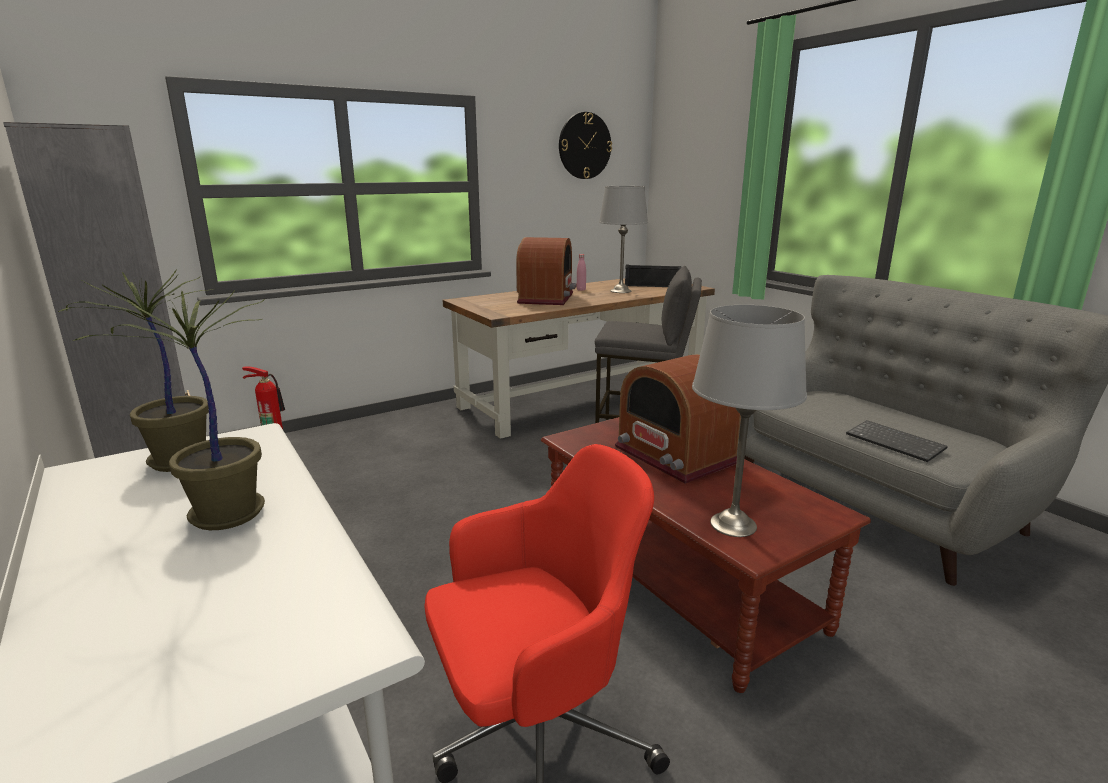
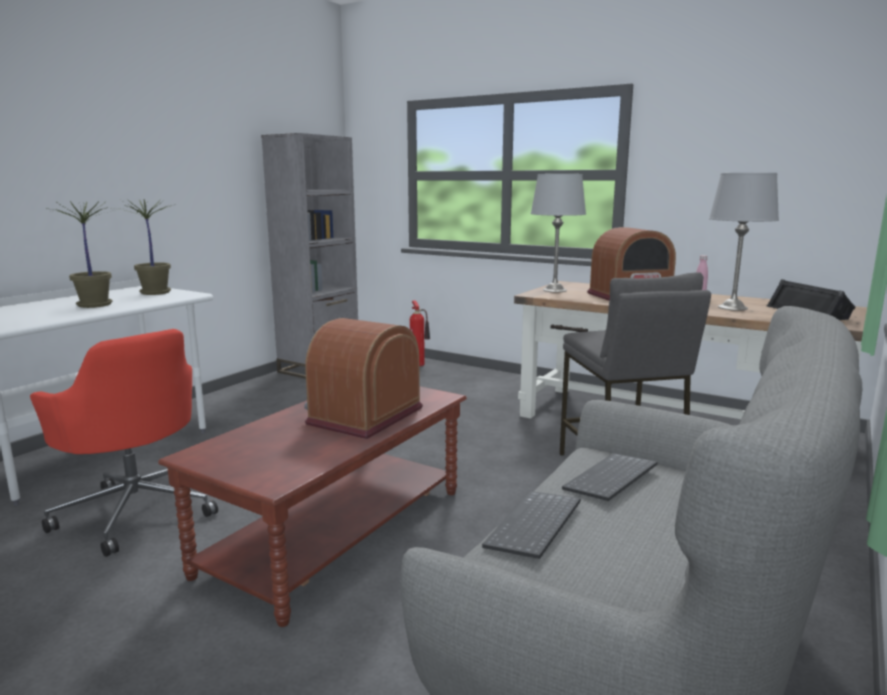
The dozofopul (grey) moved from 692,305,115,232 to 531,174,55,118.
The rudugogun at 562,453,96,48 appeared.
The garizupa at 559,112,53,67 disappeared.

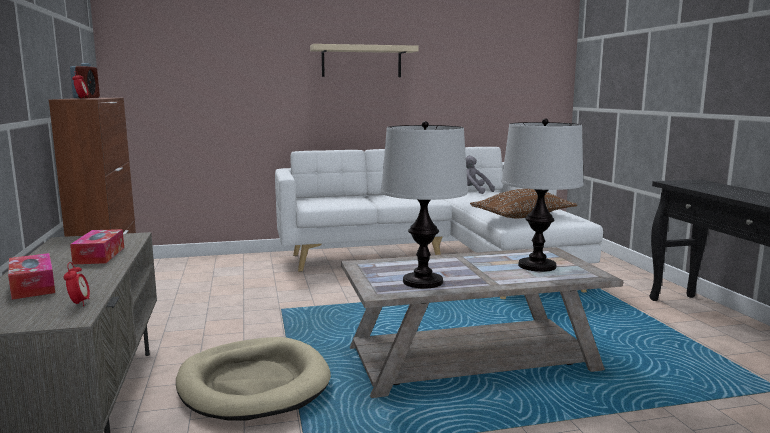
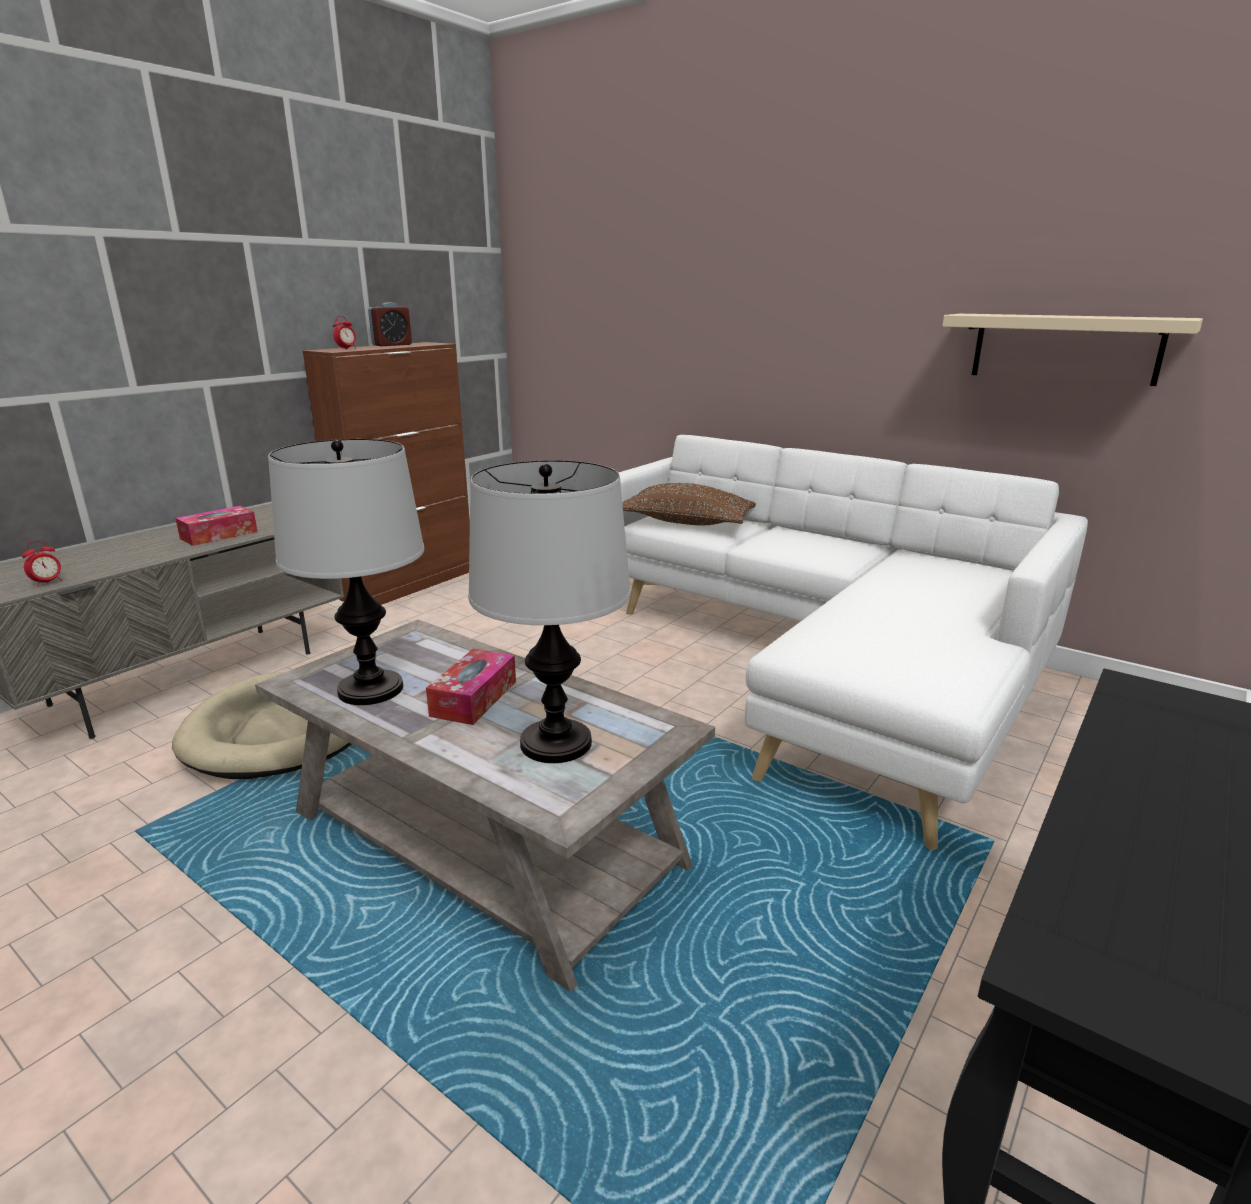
The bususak moved from 8,253,47,47 to 426,649,90,76.
The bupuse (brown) moved from 470,189,107,29 to 622,483,134,42.
The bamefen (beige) moved from 310,44,109,33 to 942,314,261,72.
The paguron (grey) at 466,156,29,38 disappeared.

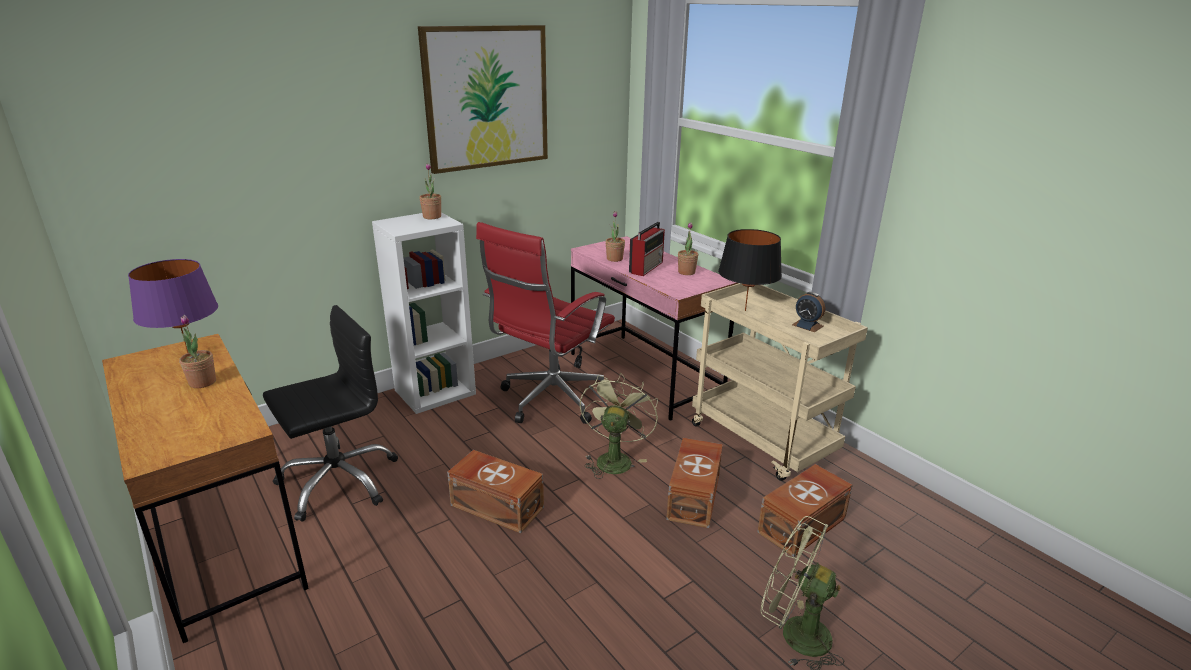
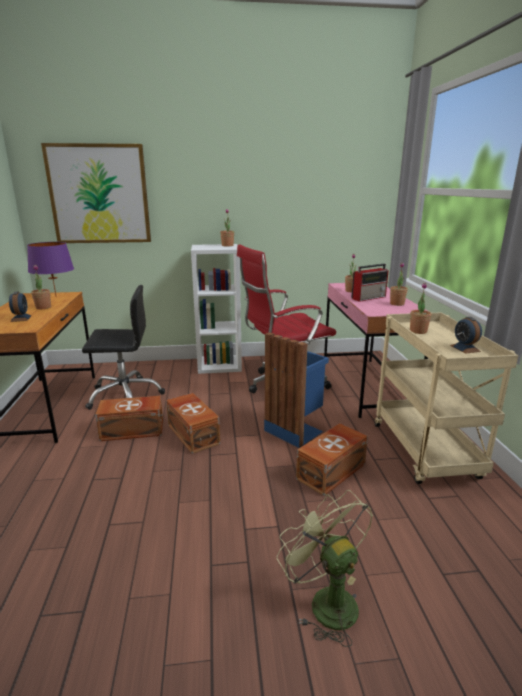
The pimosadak at 9,292,23,30 appeared.
The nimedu moved from 418,25,130,149 to 41,143,110,100.
The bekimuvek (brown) moved from 757,464,96,93 to 95,396,68,45.
The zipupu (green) at 580,373,78,106 was replaced by the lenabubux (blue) at 264,332,65,116.
The dozofopul (black) at 718,229,64,82 was replaced by the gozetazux at 410,283,22,51.

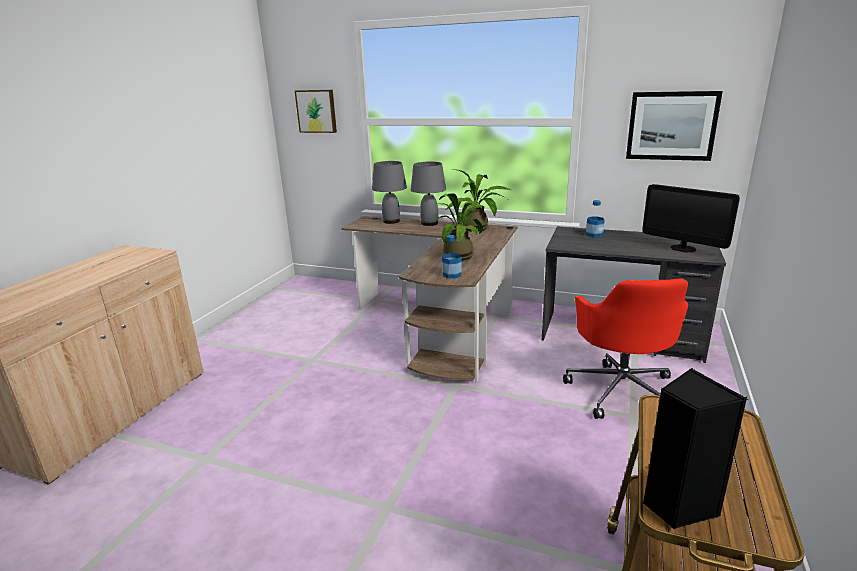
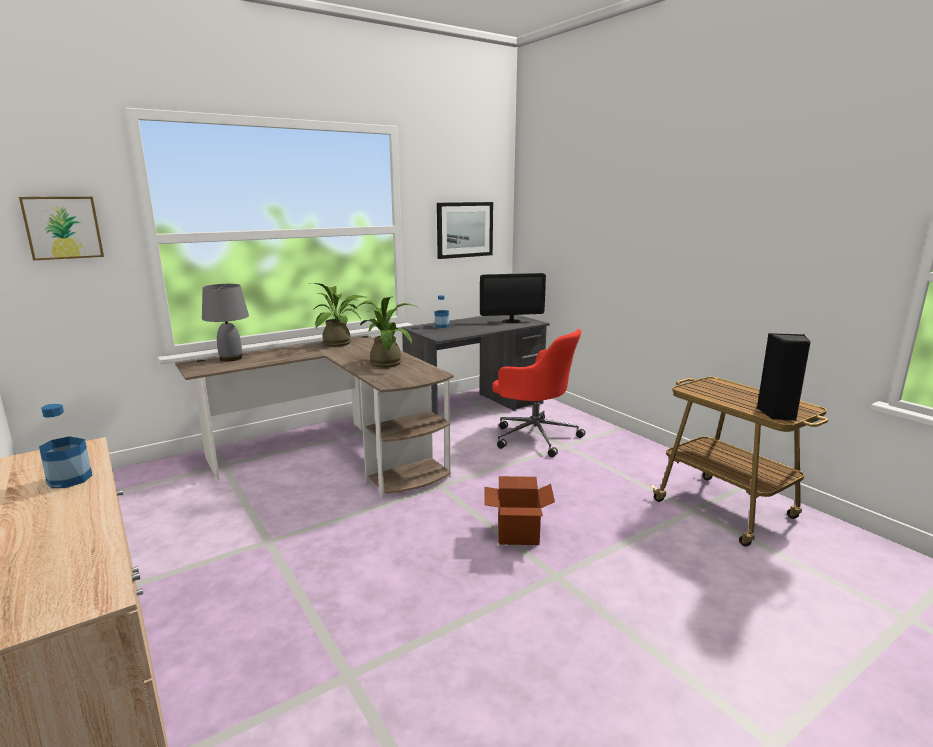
The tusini moved from 442,235,20,43 to 39,403,53,85.
The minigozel at 484,476,71,69 appeared.
The dozofopul (grey) at 411,162,35,64 disappeared.

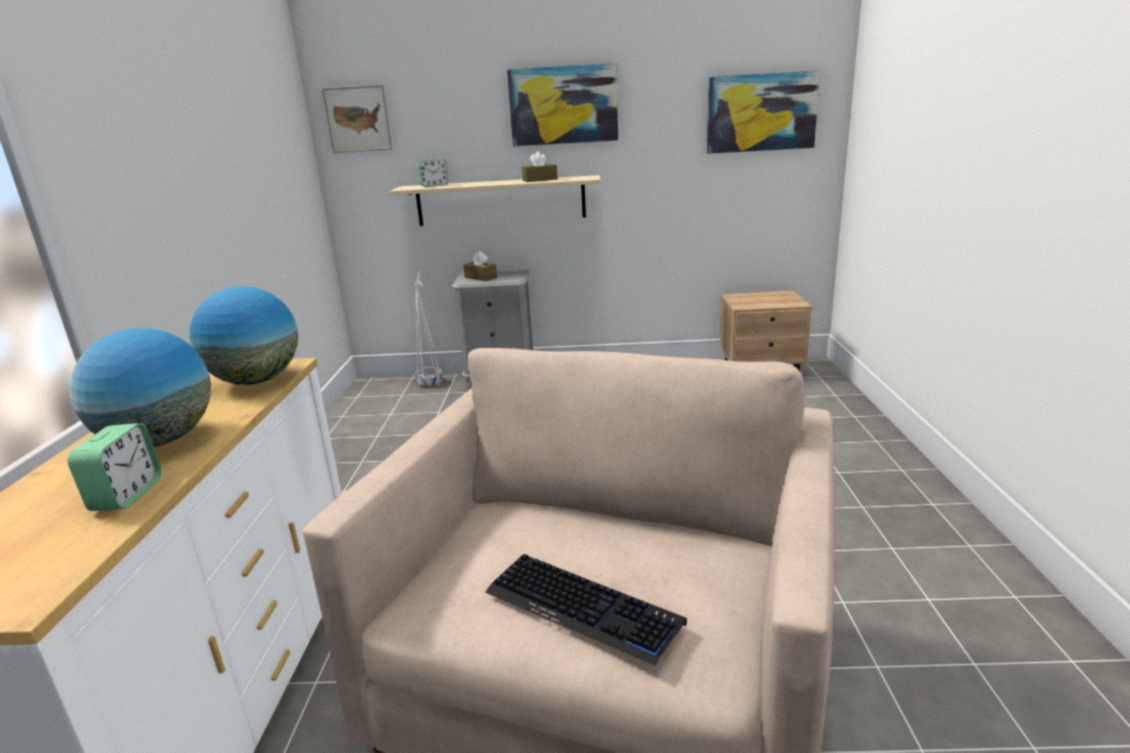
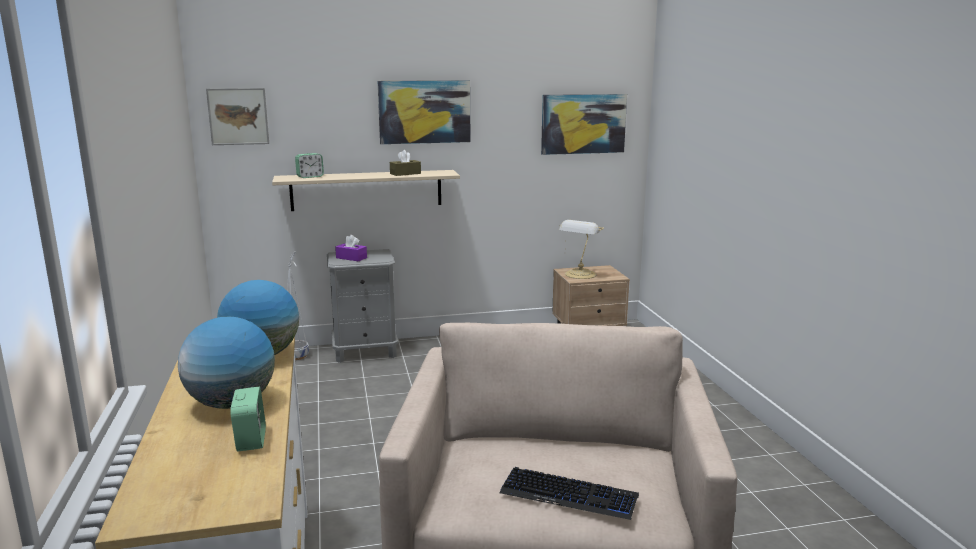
The bususak (brown) at 463,251,34,30 became the bususak (purple) at 335,235,32,26.
The dozofopul at 559,220,45,59 appeared.

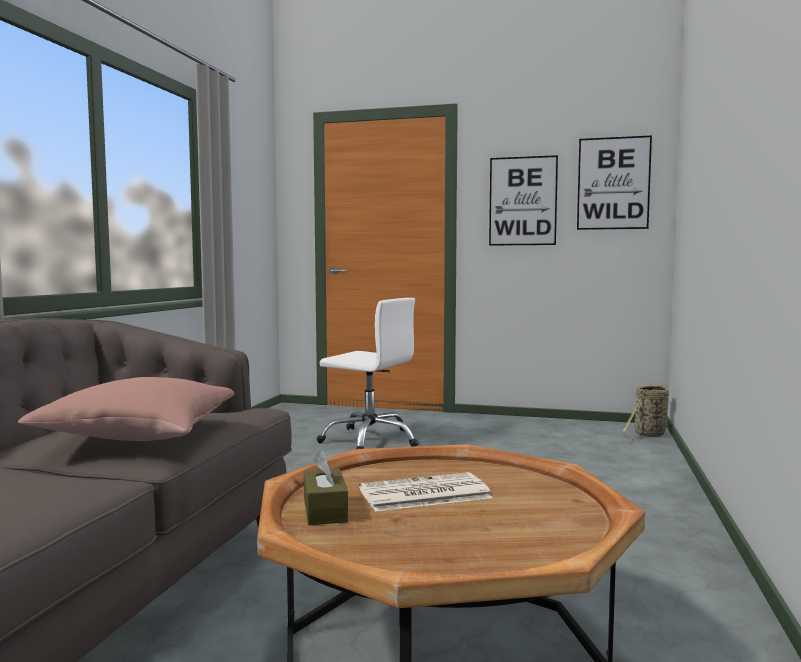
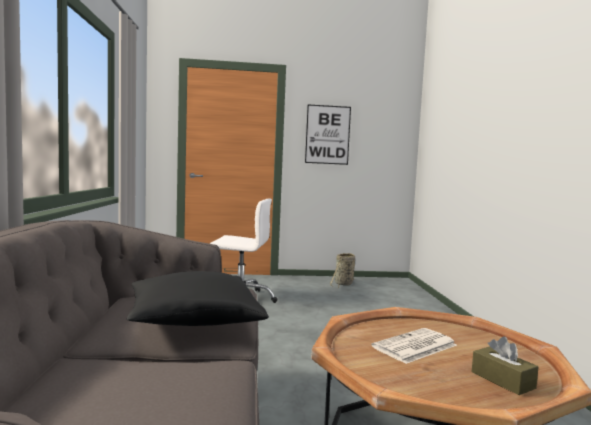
The bupuse (pink) at 18,377,216,64 became the bupuse (black) at 127,271,142,55.
The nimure moved from 622,385,48,55 to 330,253,25,36.
The bususak (brown) moved from 304,450,44,75 to 472,337,67,58.
The nimedu at 577,135,75,95 disappeared.

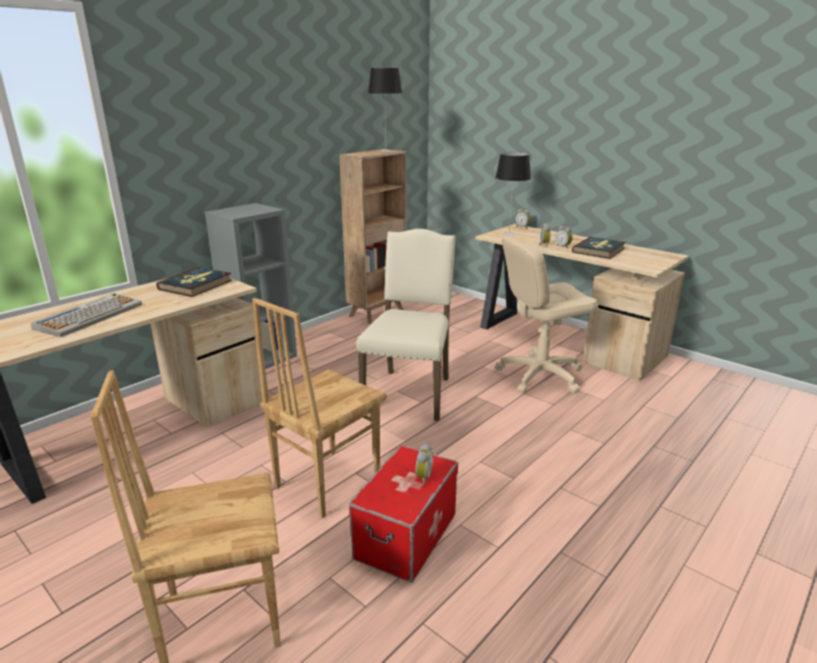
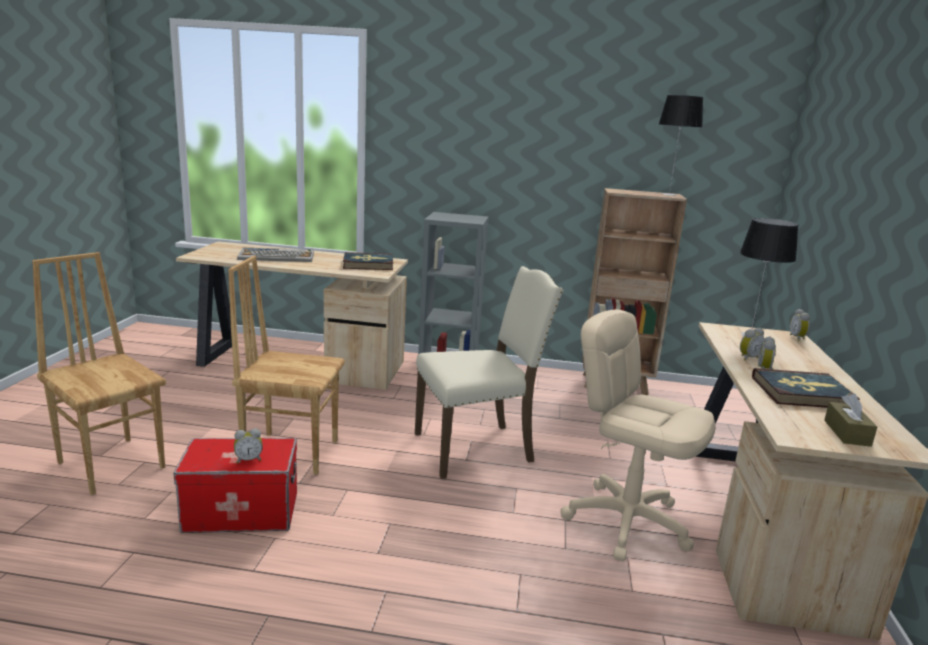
The bususak (brown) at 824,394,53,53 appeared.

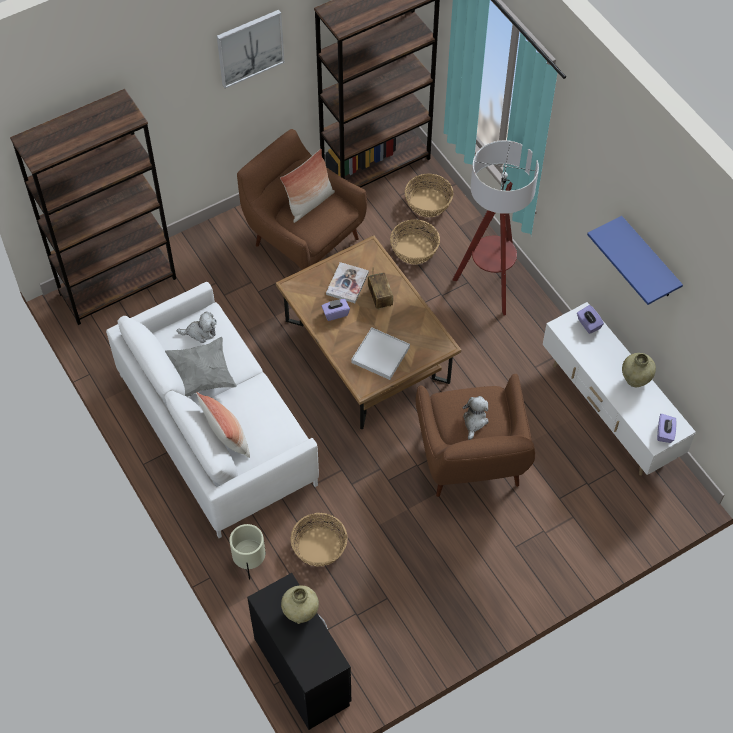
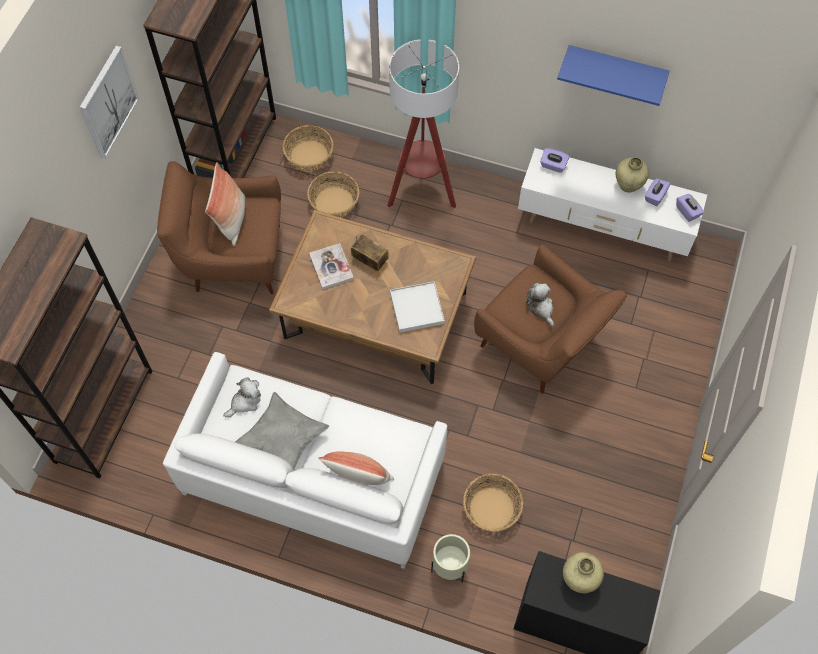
The bususak (purple) moved from 322,299,28,22 to 645,178,26,28.

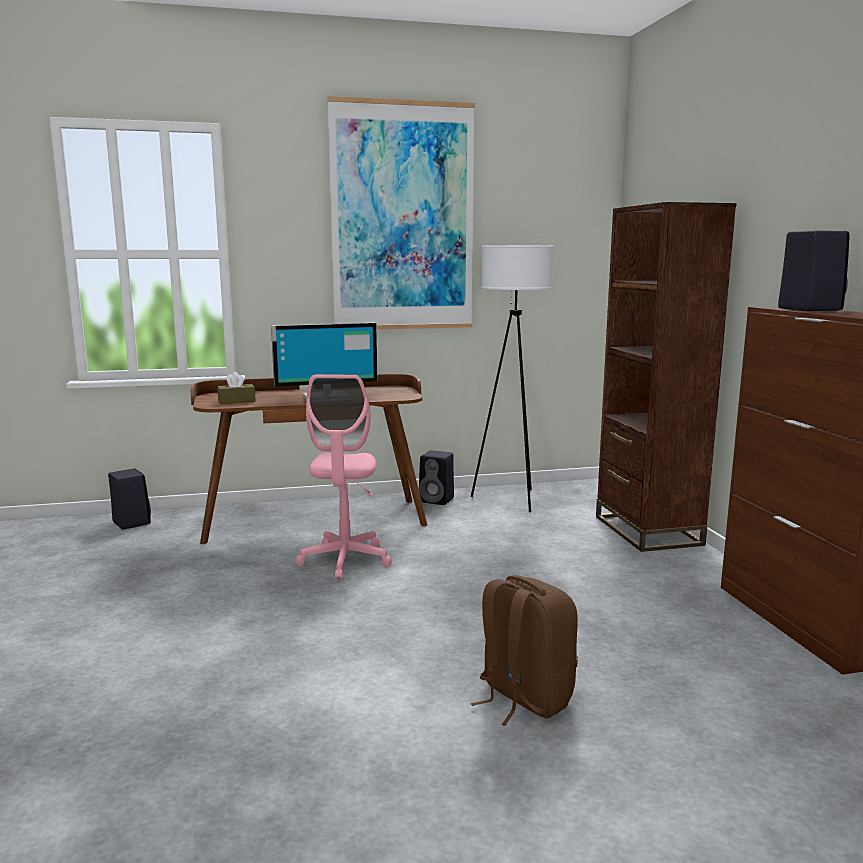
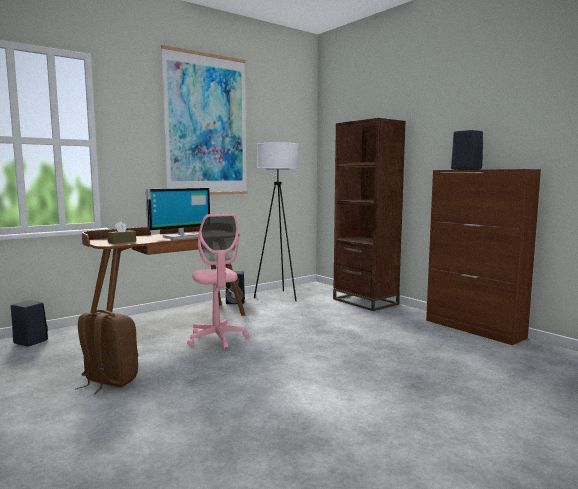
The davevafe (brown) moved from 471,575,107,151 to 75,310,63,84.

